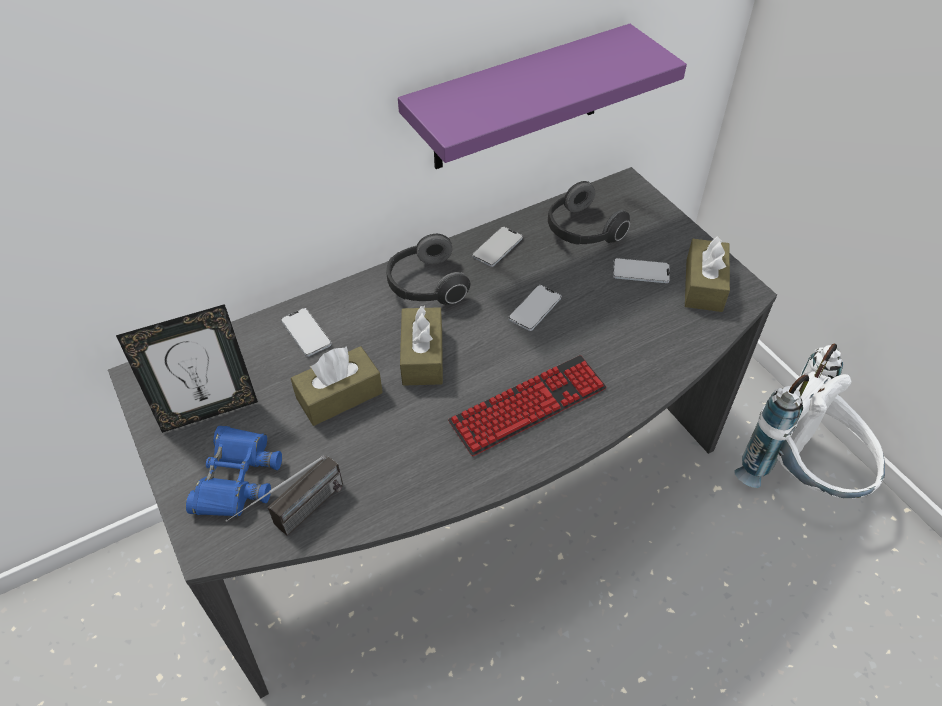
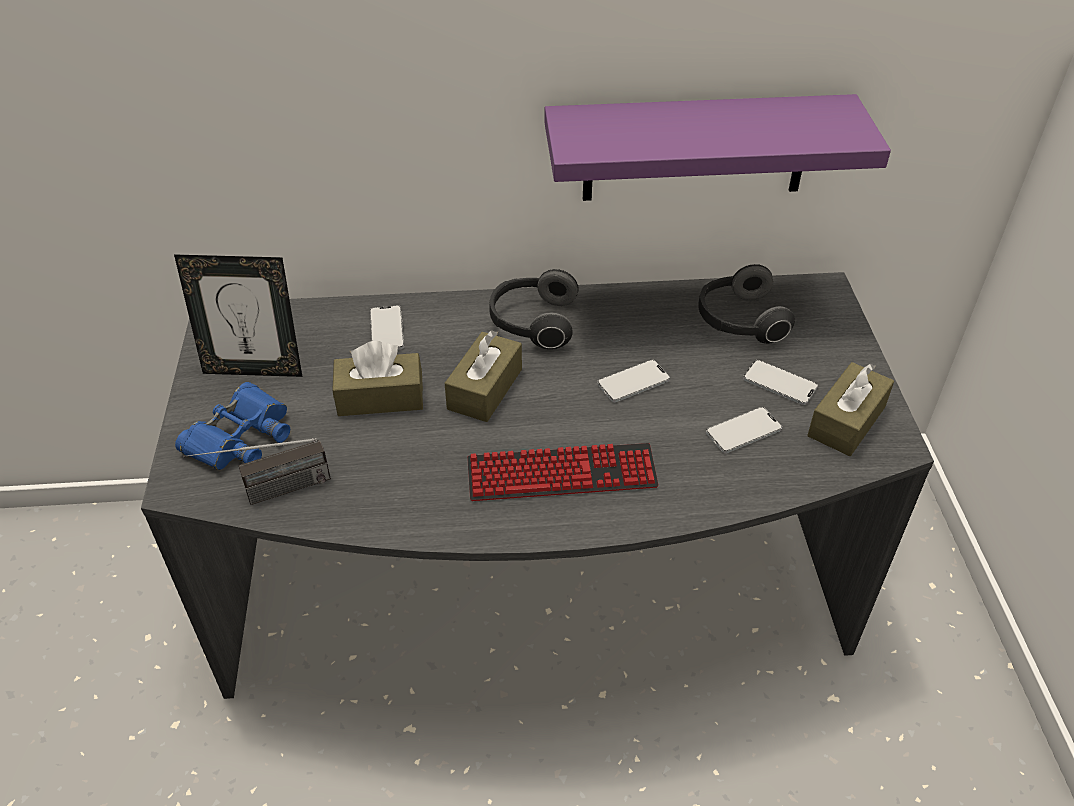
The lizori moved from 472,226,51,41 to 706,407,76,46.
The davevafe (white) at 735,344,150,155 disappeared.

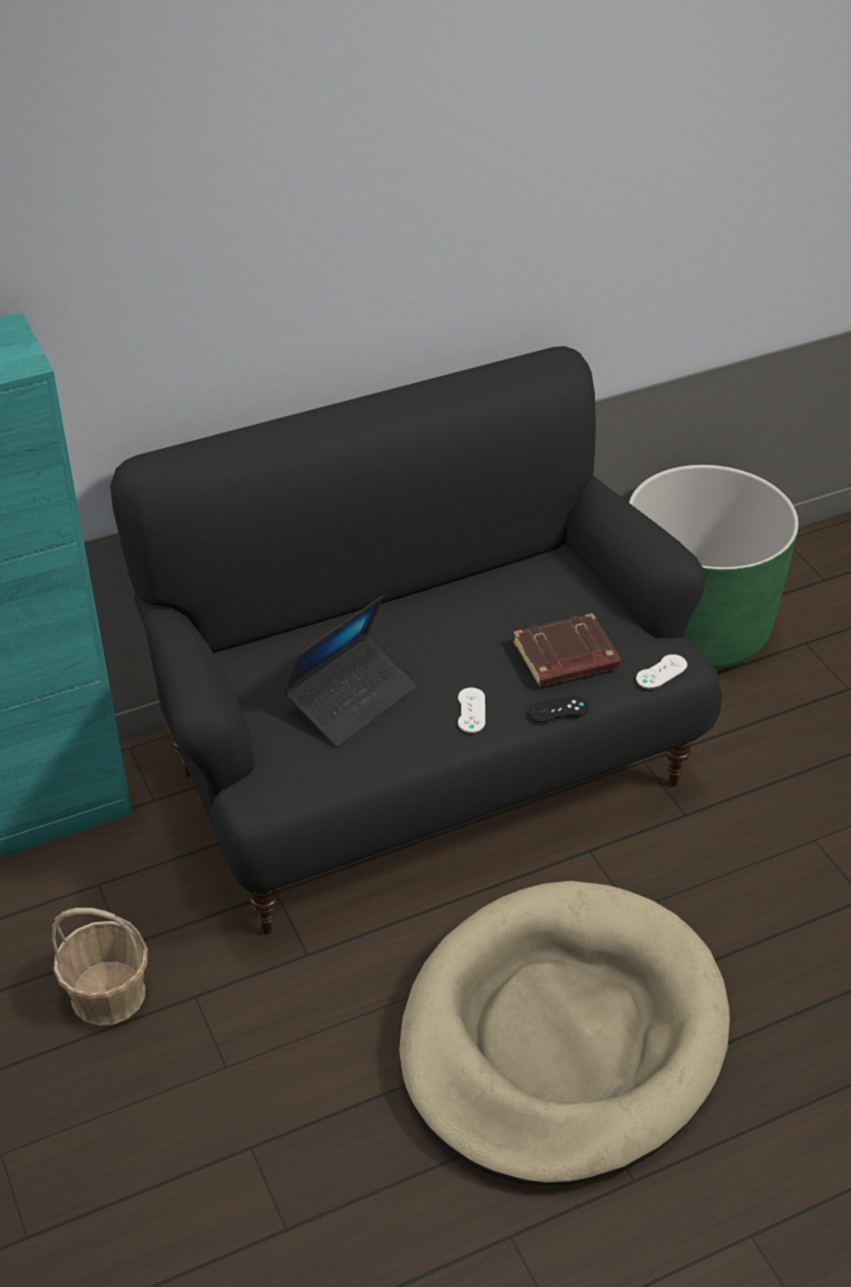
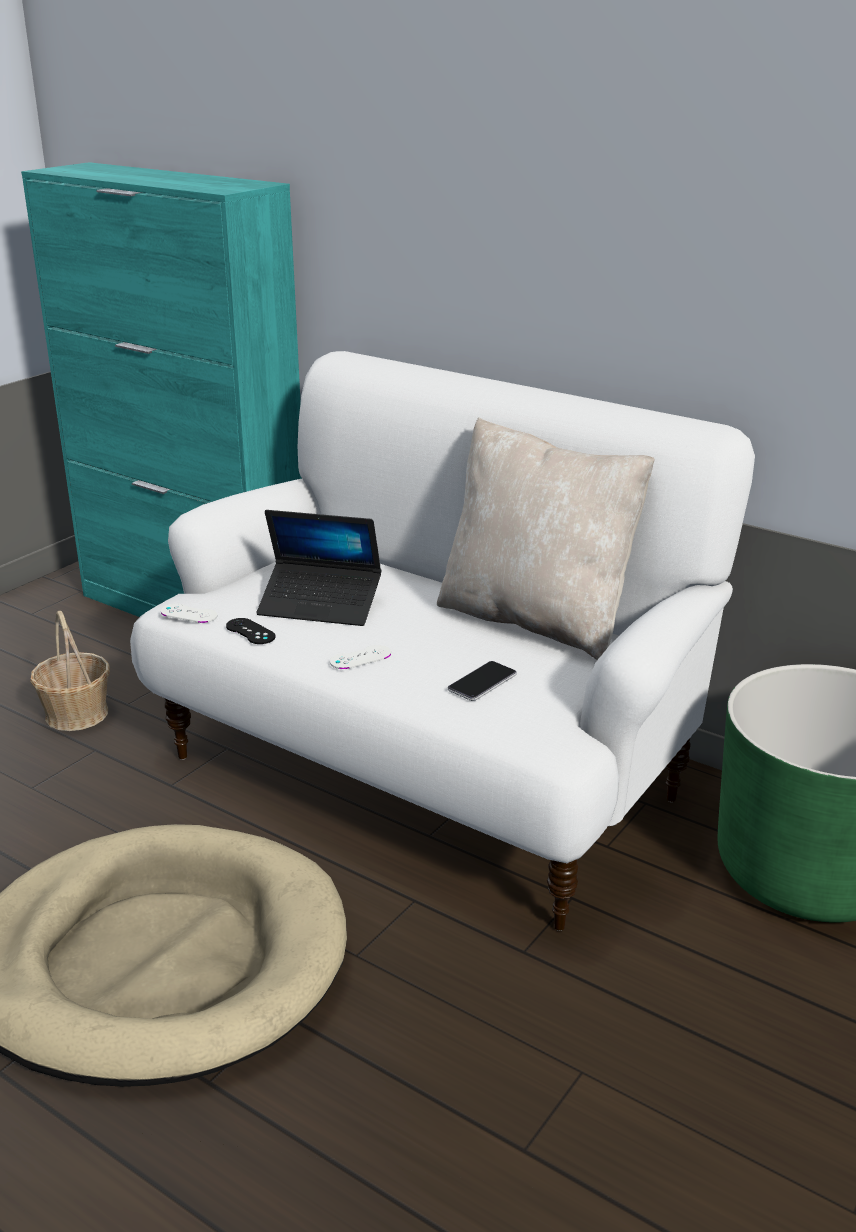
The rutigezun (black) at 110,346,612,588 became the rutigezun (white) at 130,351,625,580.
The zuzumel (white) moved from 636,654,52,35 to 161,604,57,19.
The zuzumel (black) moved from 528,696,61,27 to 226,618,49,26.
The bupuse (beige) at 437,417,218,243 appeared.
The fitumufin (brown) at 513,613,107,74 was replaced by the lizori at 448,661,69,40.

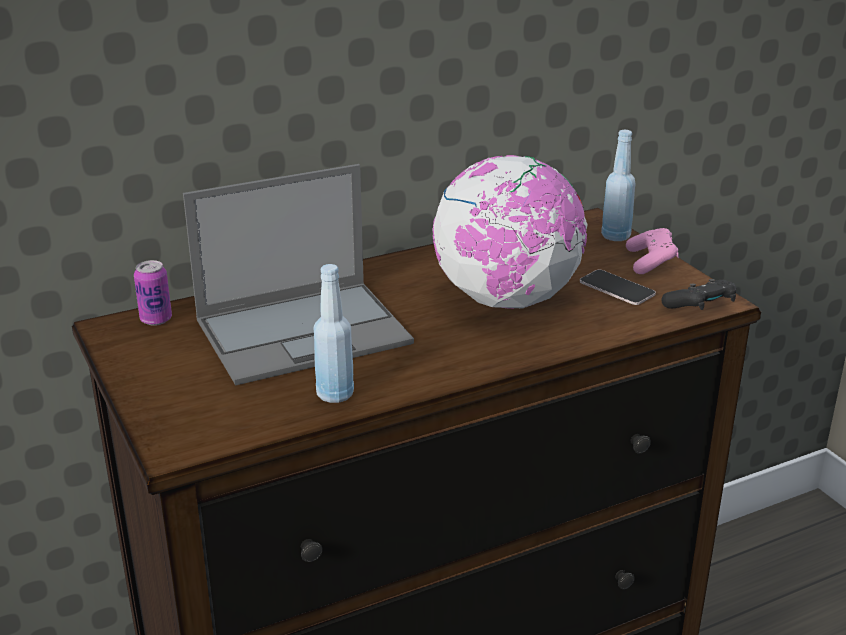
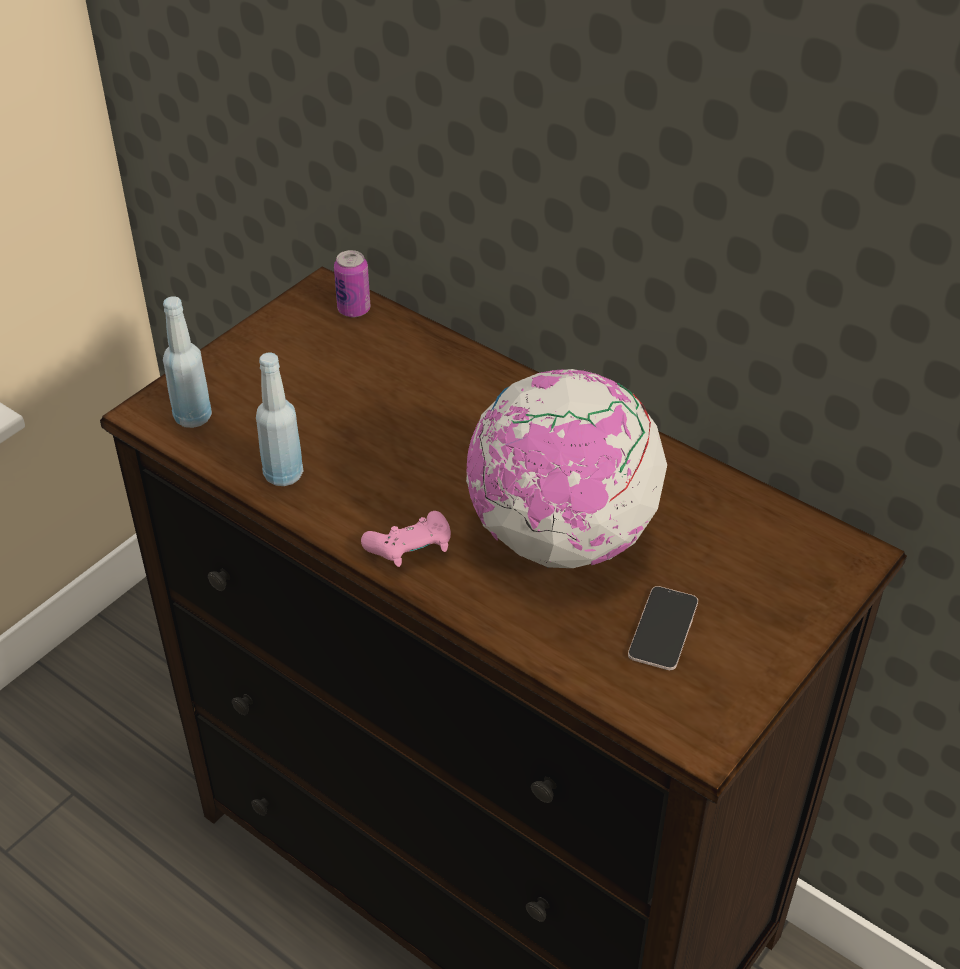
The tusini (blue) moved from 601,130,34,111 to 163,296,49,132.
The zuzumel (pink) moved from 626,228,53,46 to 361,511,90,56.
The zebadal at 183,164,231,221 disappeared.
The zuzumel (black) at 661,279,76,31 disappeared.

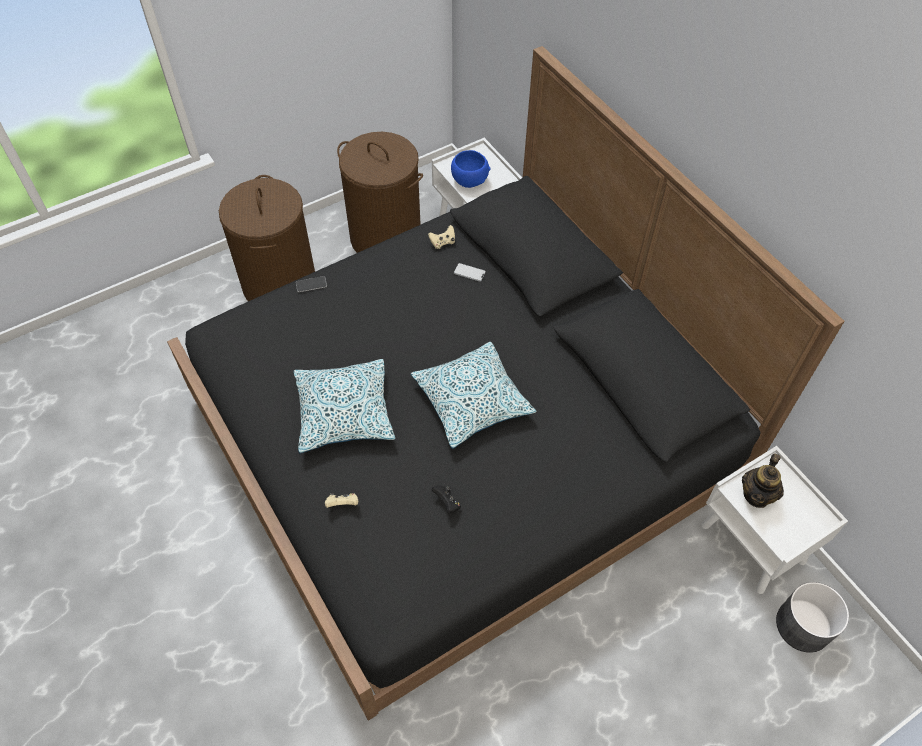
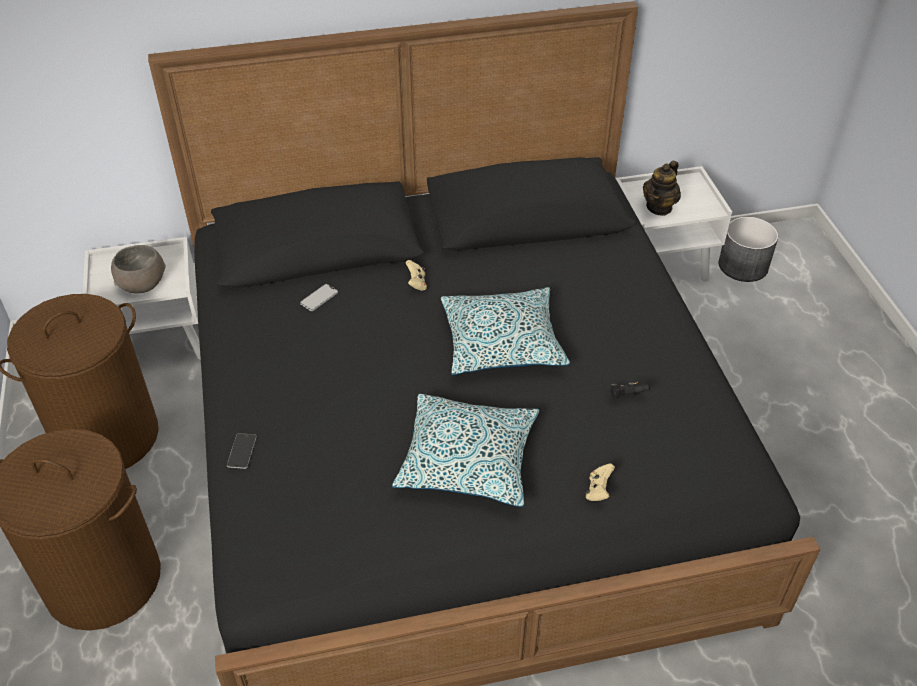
The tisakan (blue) at 451,150,40,38 became the tisakan (grey) at 111,245,55,49.
The zuzumel (beige) moved from 428,225,27,24 to 406,260,21,31.
The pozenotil at 742,453,42,55 turned 75 degrees clockwise.

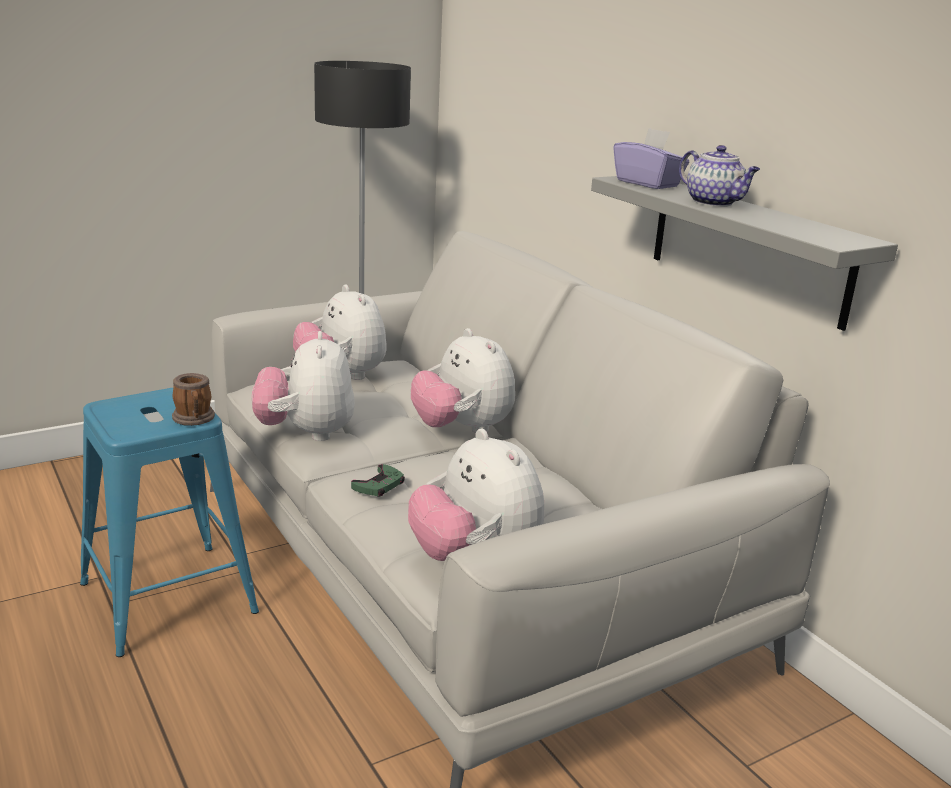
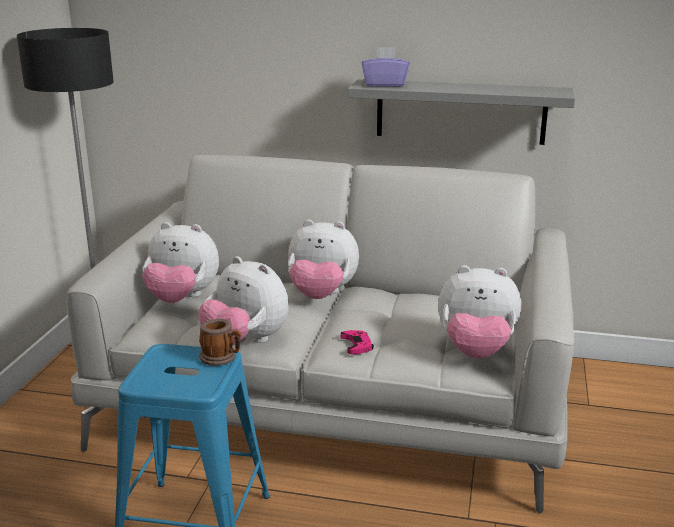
The zuzumel (green) at 351,464,54,33 became the zuzumel (pink) at 341,330,33,24.
The pozenotil at 679,145,81,62 disappeared.

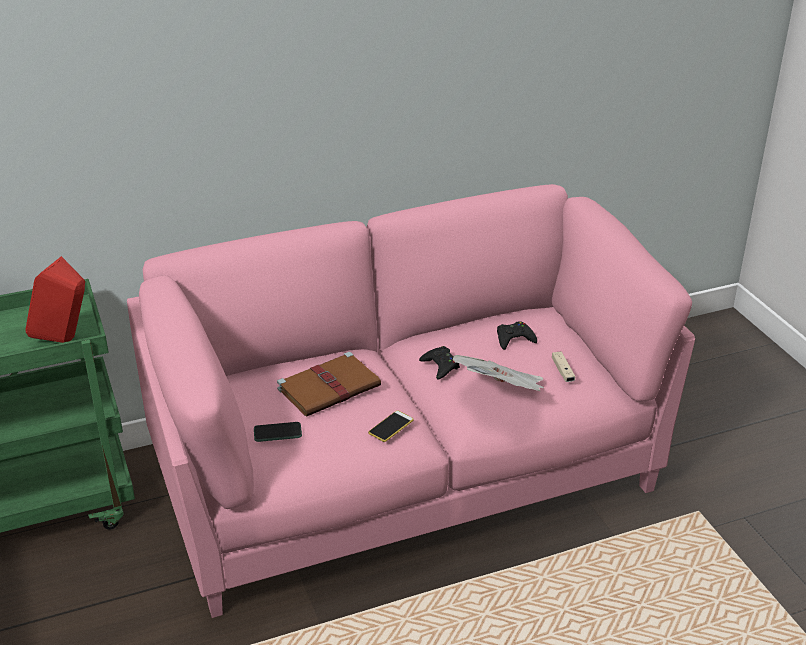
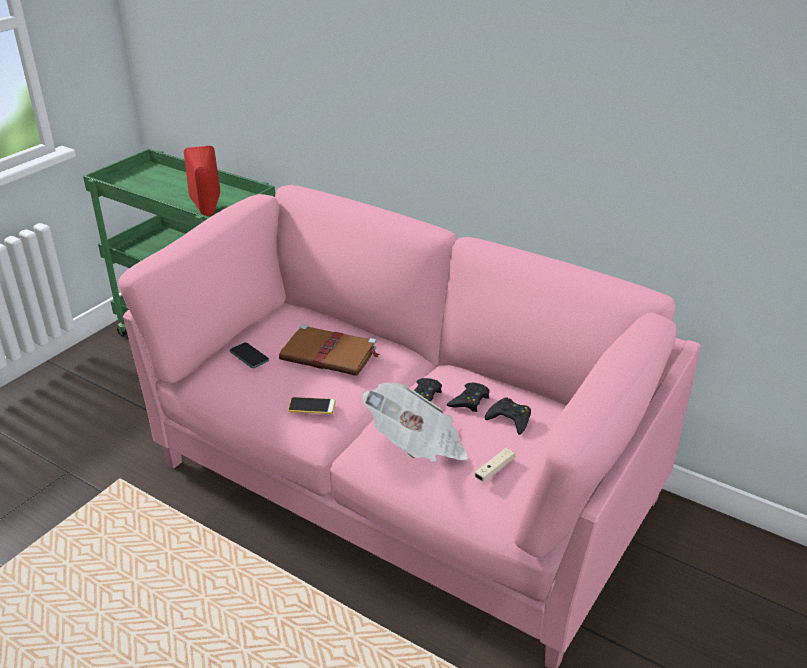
The zuzumel (black) at 447,383,43,29 appeared.

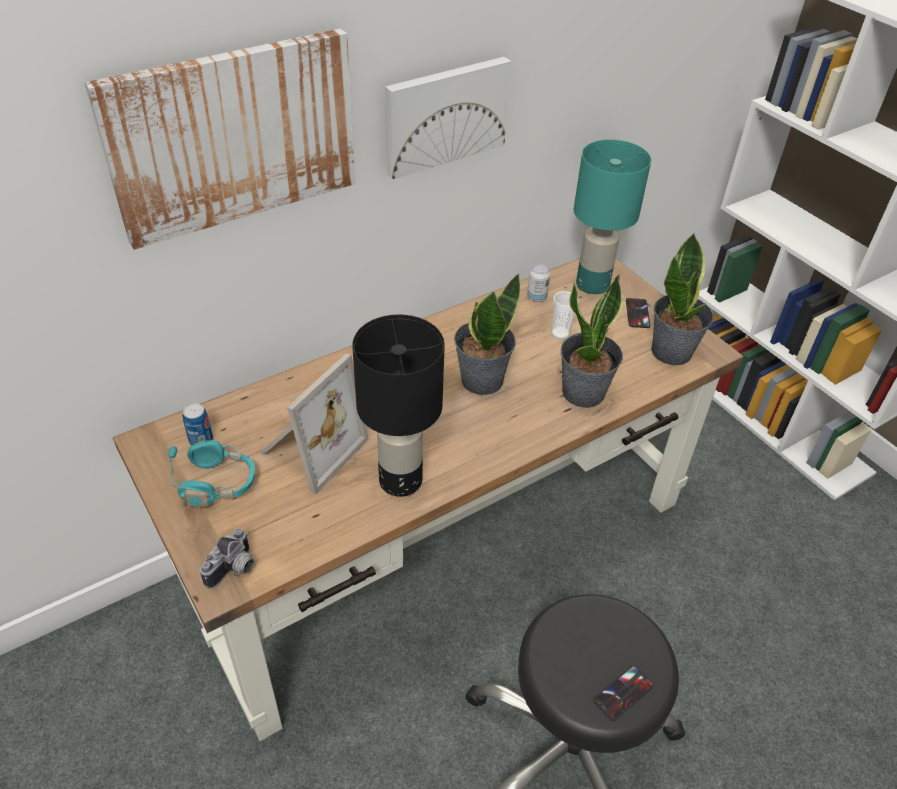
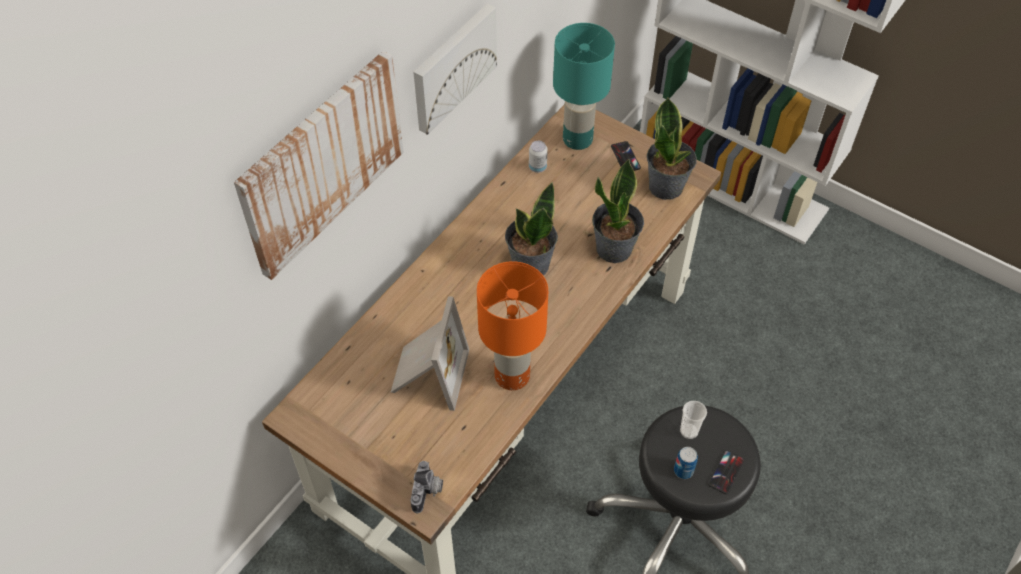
The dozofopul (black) at 352,314,93,183 became the dozofopul (orange) at 477,261,71,129.
The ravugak moved from 182,403,31,43 to 674,447,24,32.
The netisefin moved from 551,291,28,48 to 680,401,27,38.
The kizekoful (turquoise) at 168,439,87,68 disappeared.

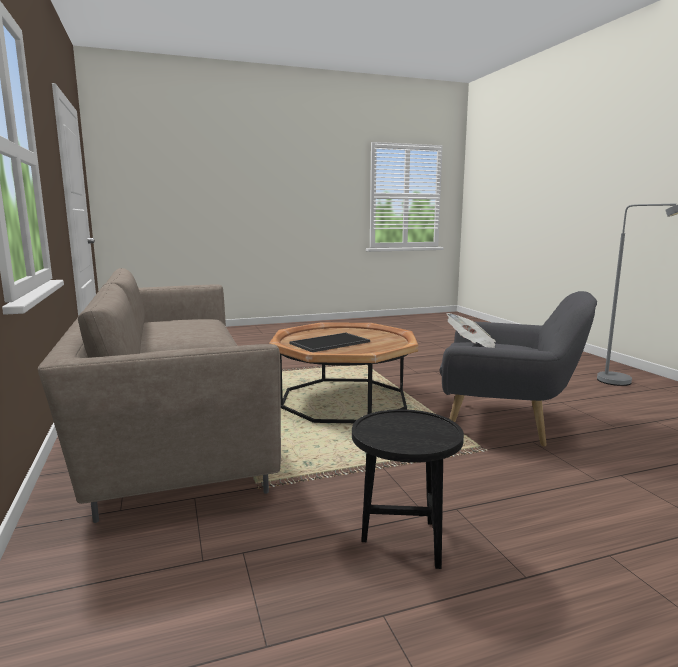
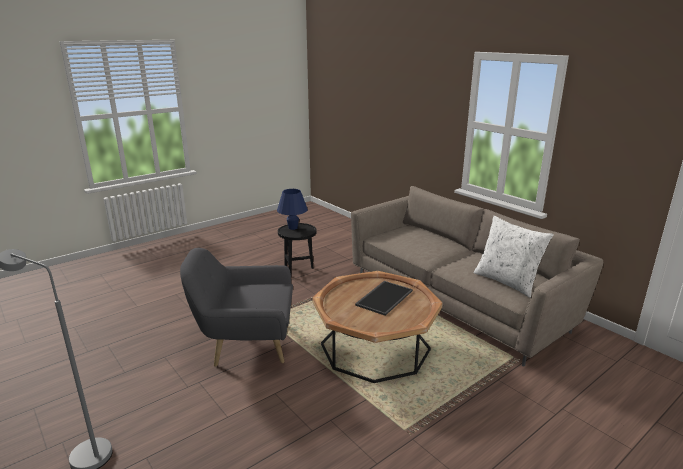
The dozofopul (blue) at 277,189,31,41 appeared.
The bupuse (white) at 474,216,80,82 appeared.
The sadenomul at 446,313,50,35 disappeared.

